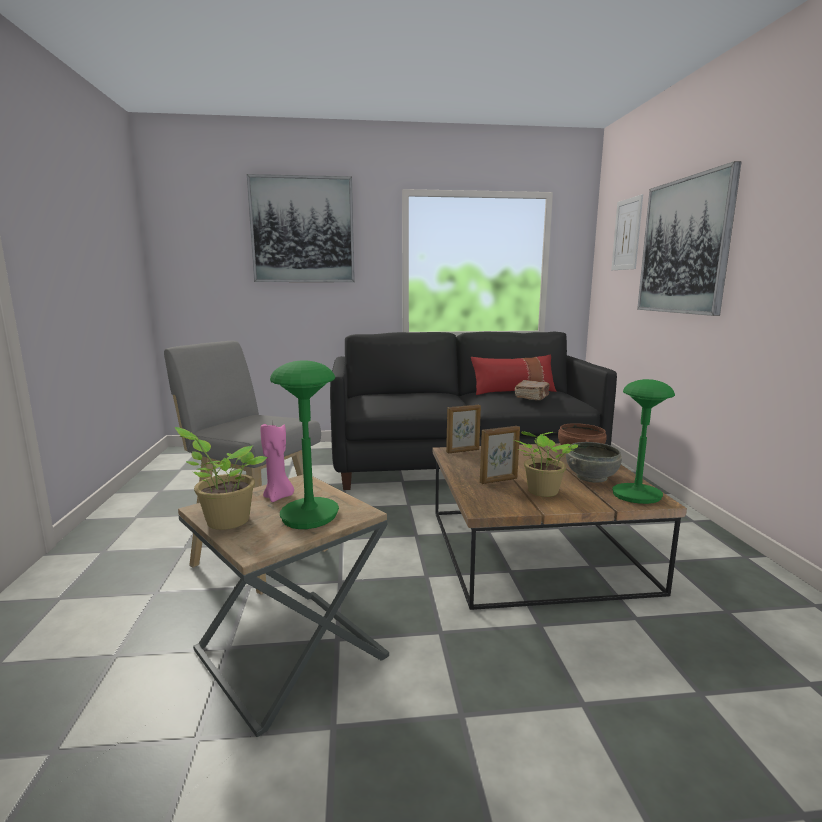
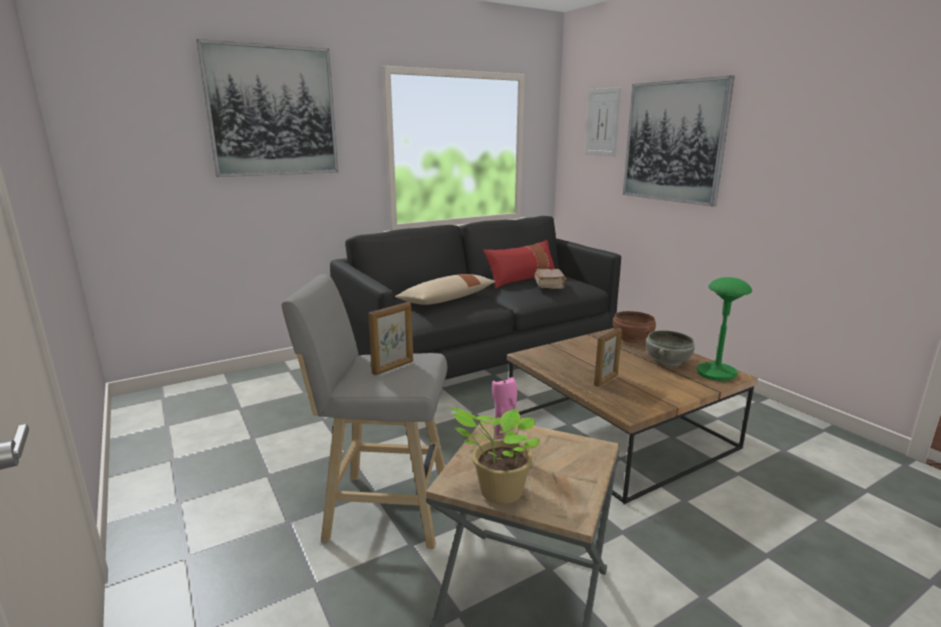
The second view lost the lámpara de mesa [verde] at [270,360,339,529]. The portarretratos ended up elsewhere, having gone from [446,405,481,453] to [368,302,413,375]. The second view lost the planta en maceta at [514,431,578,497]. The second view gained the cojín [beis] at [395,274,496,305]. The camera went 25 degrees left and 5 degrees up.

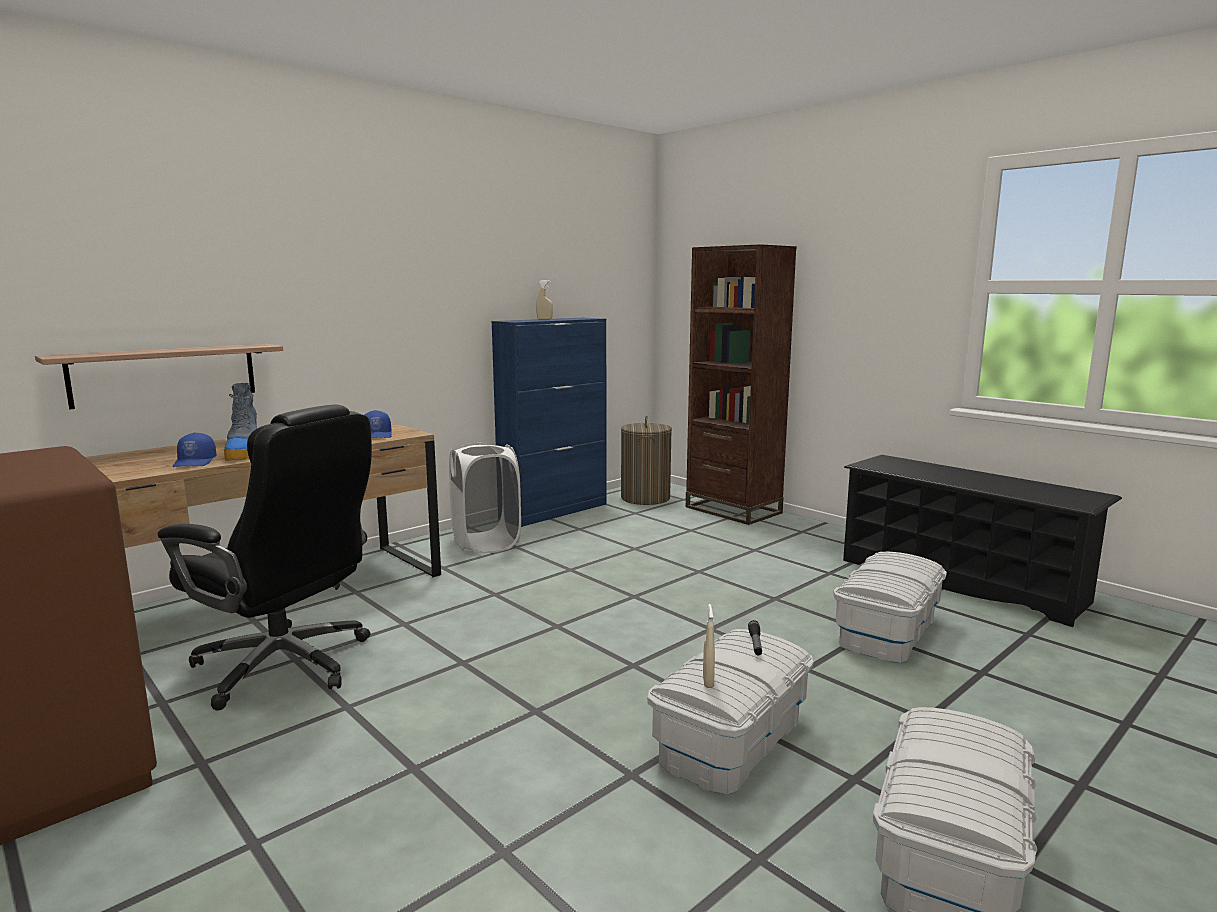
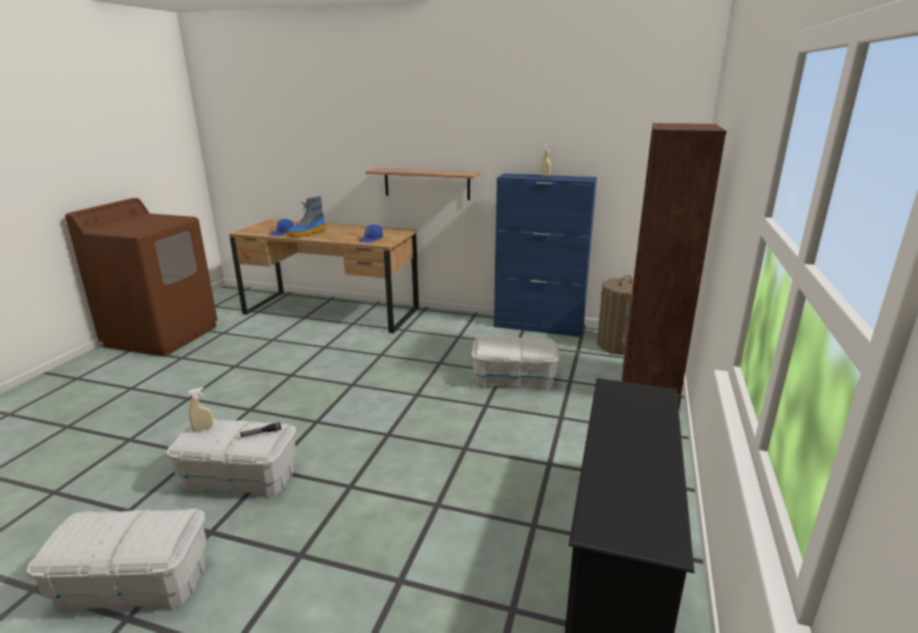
The estante ended up elsewhere, having gone from [35,344,283,410] to [366,168,480,200]. The second view lost the silla de oficina [negro] at [157,404,372,711]. The second view lost the cesto de la ropa [blanco] at [449,442,521,553]. The caja de almacenaje [blanco] ended up elsewhere, having gone from [834,552,947,663] to [471,336,559,390]. The camera went 60 degrees right and 10 degrees up.

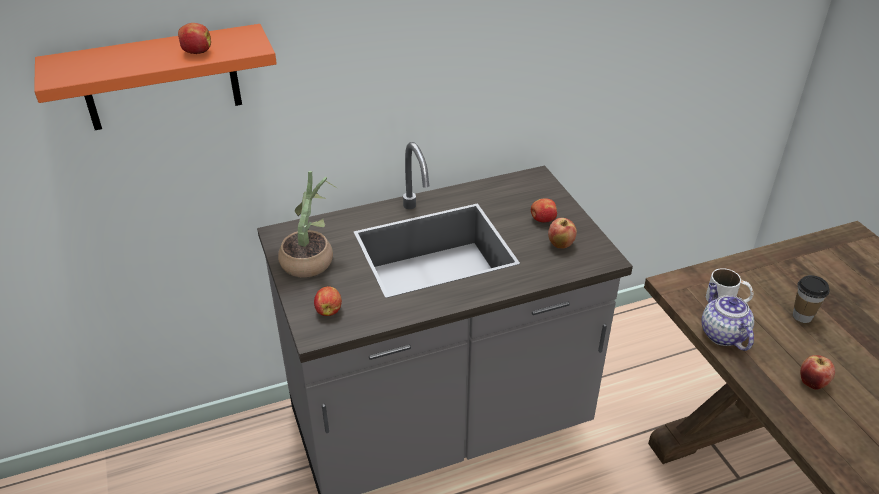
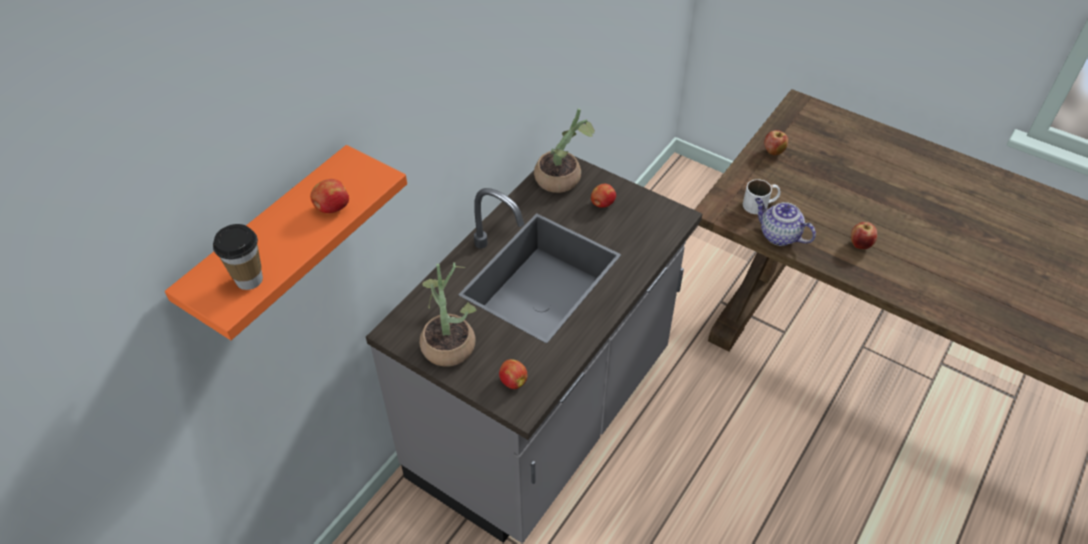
The manzana ended up elsewhere, having gone from [548,218,577,249] to [764,130,788,155]. The taza ended up elsewhere, having gone from [793,275,830,323] to [213,224,263,290]. The second view gained the planta en maceta at [534,108,595,193]. The camera went 35 degrees left and 10 degrees up.

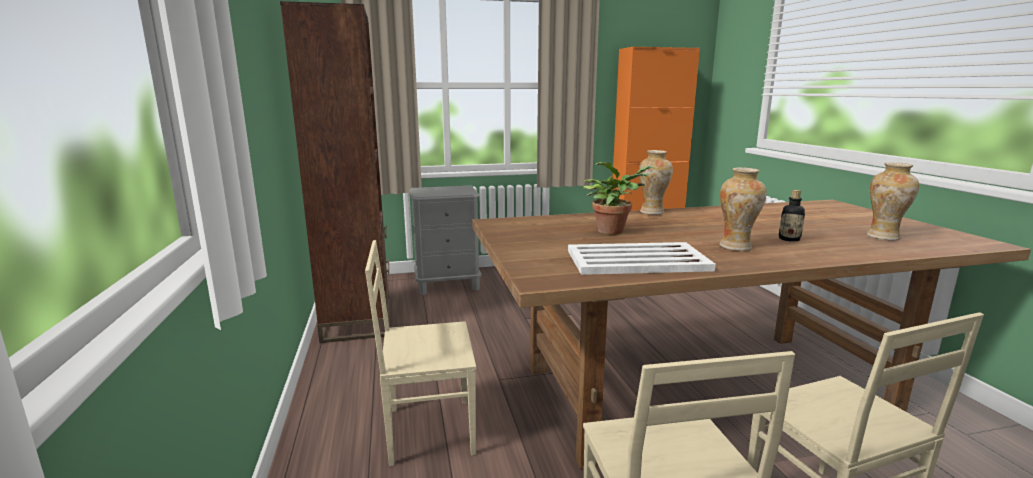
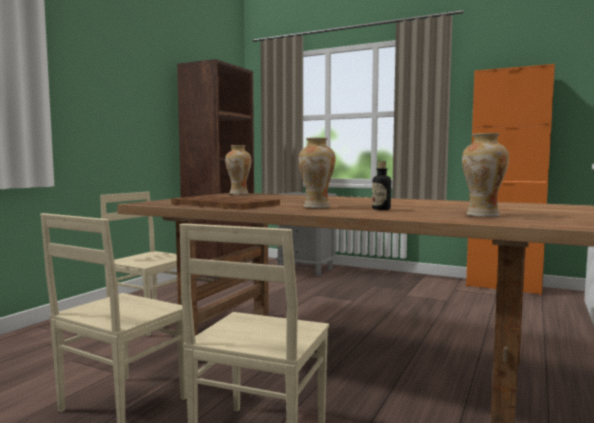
The florero ended up elsewhere, having gone from [639,150,673,215] to [225,145,252,195]. The second view lost the planta en maceta at [583,162,654,235]. What was the bandeja [blanco] at [568,242,716,275] turned into the bandeja [marrón] at [171,195,280,210]. The camera went 40 degrees right and 10 degrees down.

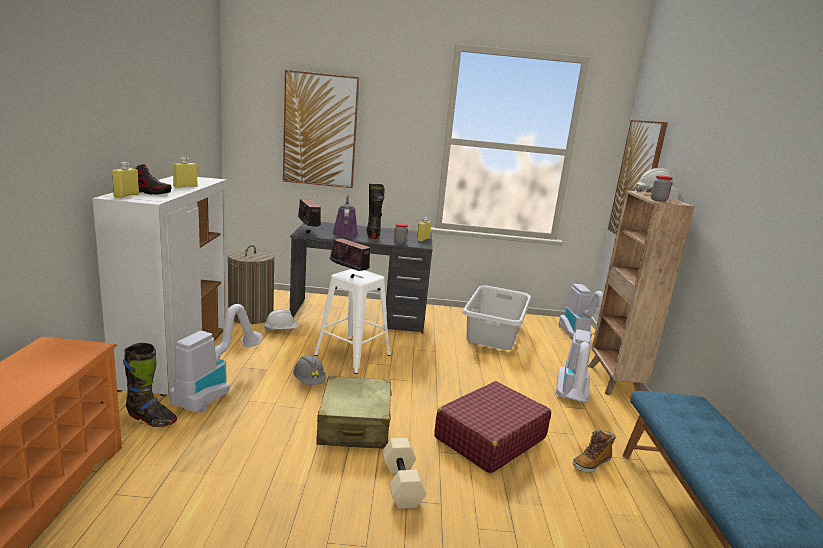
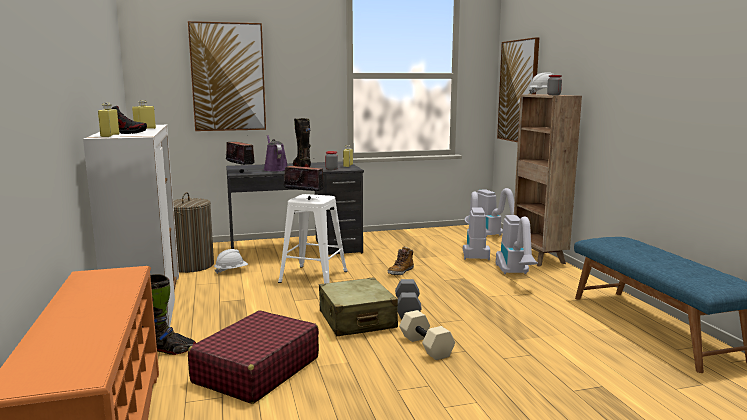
The second view lost the cesto de la ropa [gris] at [463,285,531,350]. The aspiradora ended up elsewhere, having gone from [170,304,262,413] to [463,191,490,260]. The second view lost the casco [gris] at [293,355,326,385]. The maleta [rojo] ended up elsewhere, having gone from [434,381,551,474] to [188,310,319,404]. The bota ended up elsewhere, having gone from [573,429,615,473] to [388,247,414,275]. The second view gained the mancuerna [gris] at [395,279,422,319]. The camera went 15 degrees left and 5 degrees down.

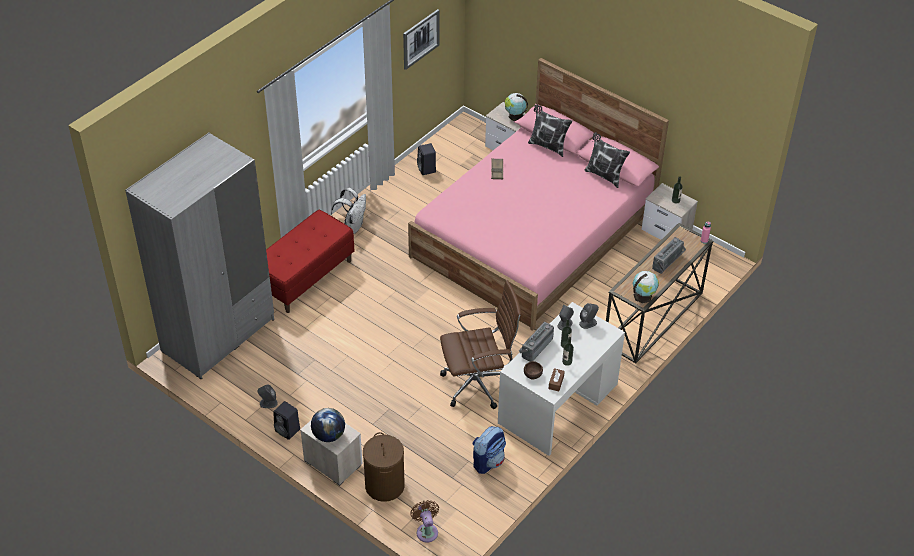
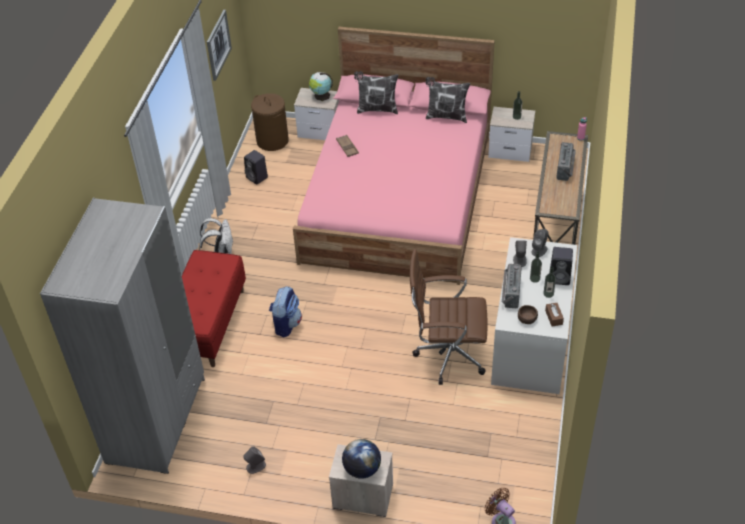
The second view lost the globo terráqueo at [633,271,659,303]. The silla de oficina [marrón] at [440,280,522,409] ended up facing another way, 135 degrees counterclockwise from before. The altavoz [negro] ended up elsewhere, having gone from [273,401,300,440] to [550,247,573,285]. The mochila ended up elsewhere, having gone from [472,426,506,474] to [269,286,302,337]. The cesto de la ropa [marrón] ended up elsewhere, having gone from [363,432,405,502] to [251,93,289,151]. The camera went 25 degrees left and 0 degrees up.

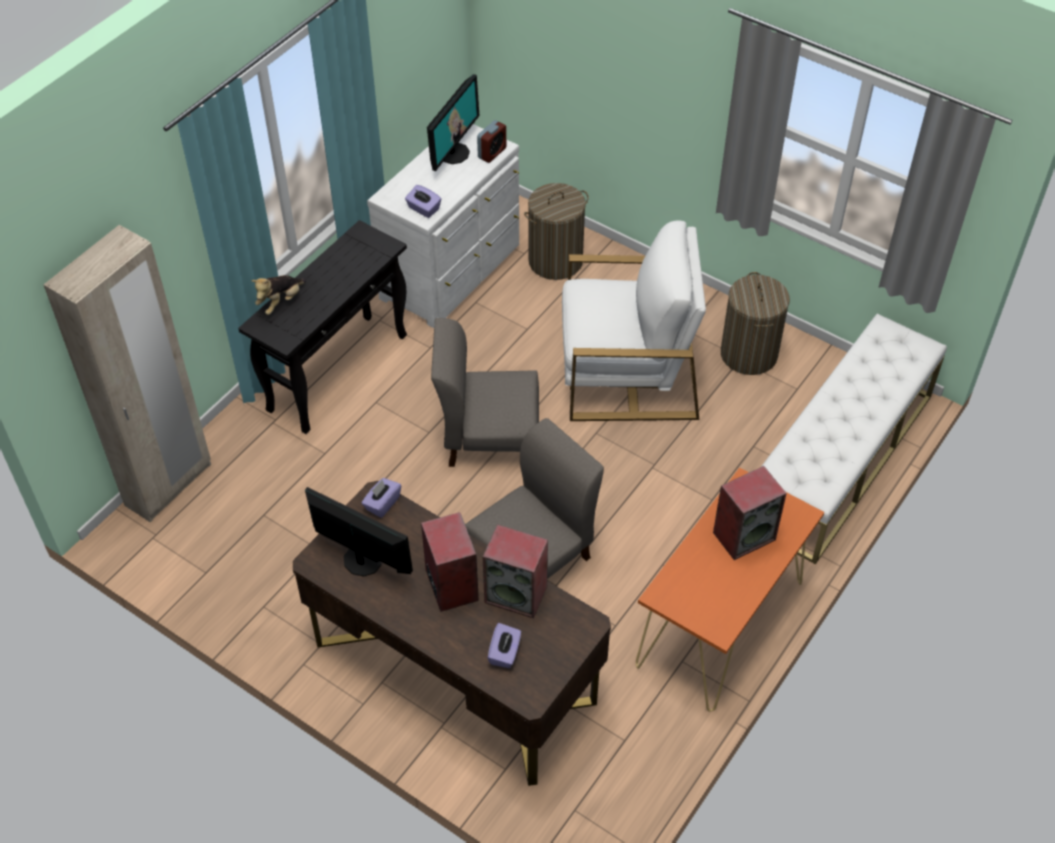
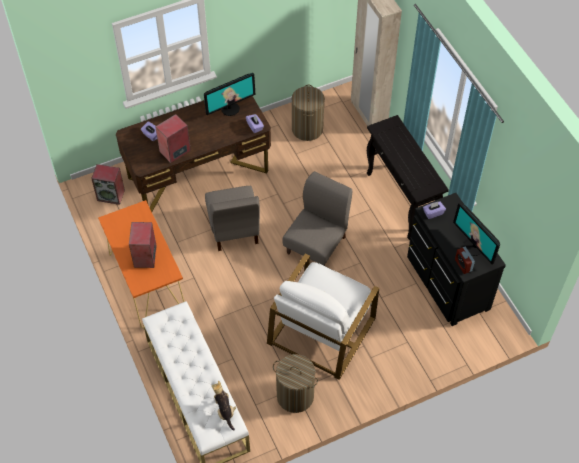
What was the cómoda [blanco] at [367,124,519,328] turned into the cómoda [negro] at [407,193,506,326]. The cesto de la ropa ended up elsewhere, having gone from [524,183,589,280] to [291,84,325,141]. The peluche ended up elsewhere, having gone from [252,275,306,315] to [212,381,236,431]. The altavoz ended up elsewhere, having gone from [421,512,479,612] to [91,164,125,205]. The camera went 120 degrees right and 5 degrees up.

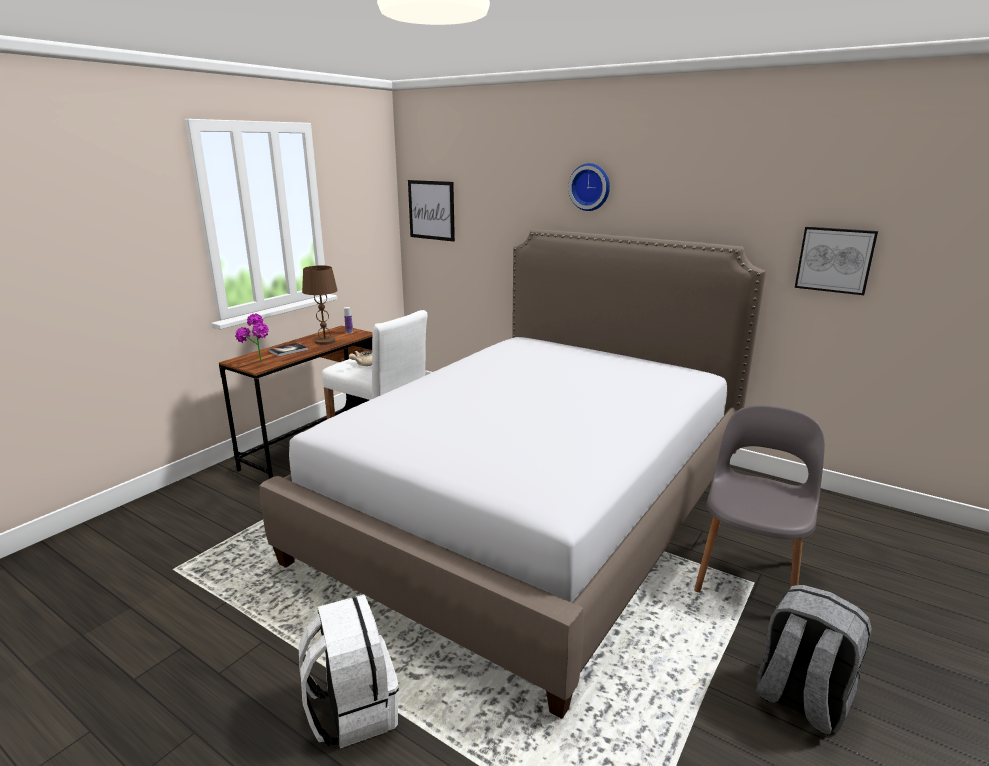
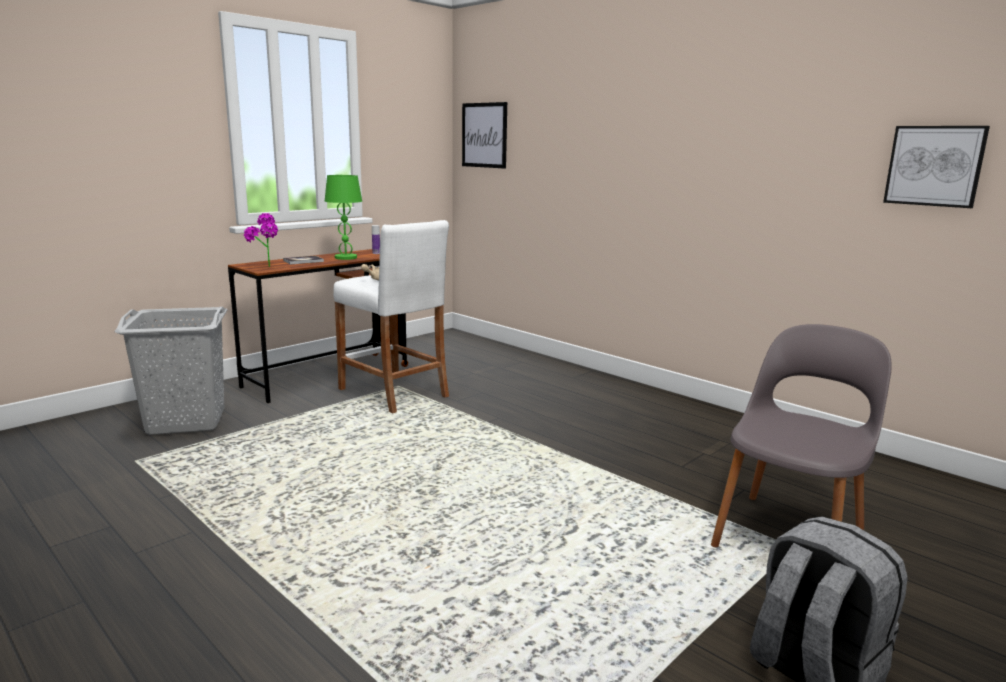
The second view lost the reloj de pared at [568,163,610,211]. The second view lost the cama at [260,229,766,719]. What was the lámpara de mesa [marrón] at [302,266,338,345] turned into the lámpara de mesa [verde] at [325,175,362,260]. The second view lost the mochila [blanco] at [298,595,399,748]. The second view gained the cesto de la ropa [gris] at [114,307,227,435]. The camera went 10 degrees right and 5 degrees down.

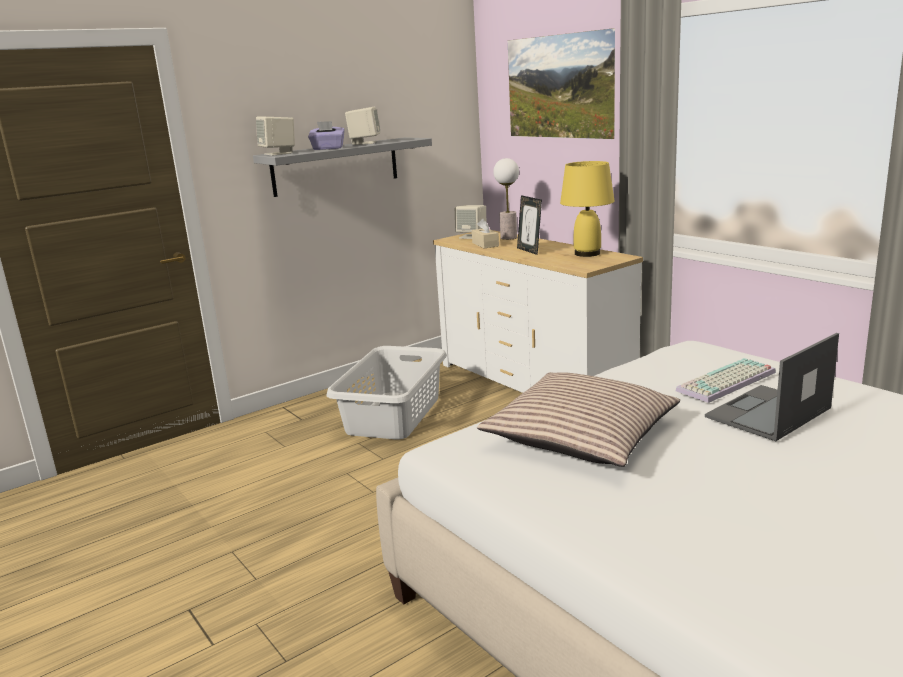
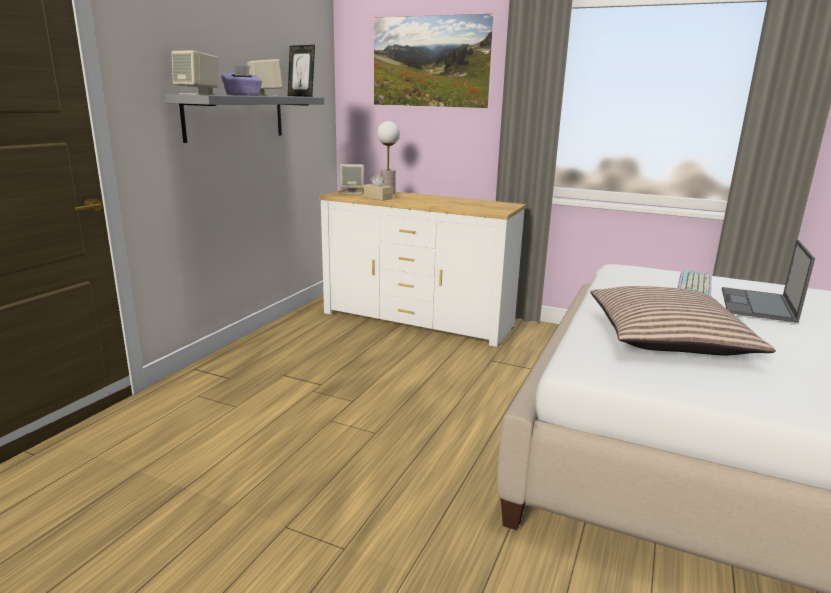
The second view lost the lámpara de mesa [amarillo] at [560,161,614,257]. The portarretratos ended up elsewhere, having gone from [517,195,542,255] to [288,45,315,97]. The second view lost the cesto de la ropa [gris] at [326,346,447,439]. The camera went 30 degrees left and 0 degrees up.

